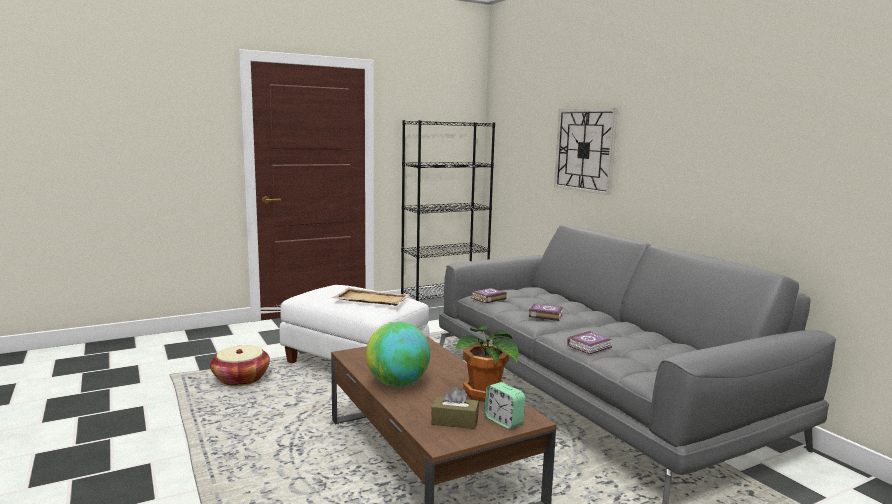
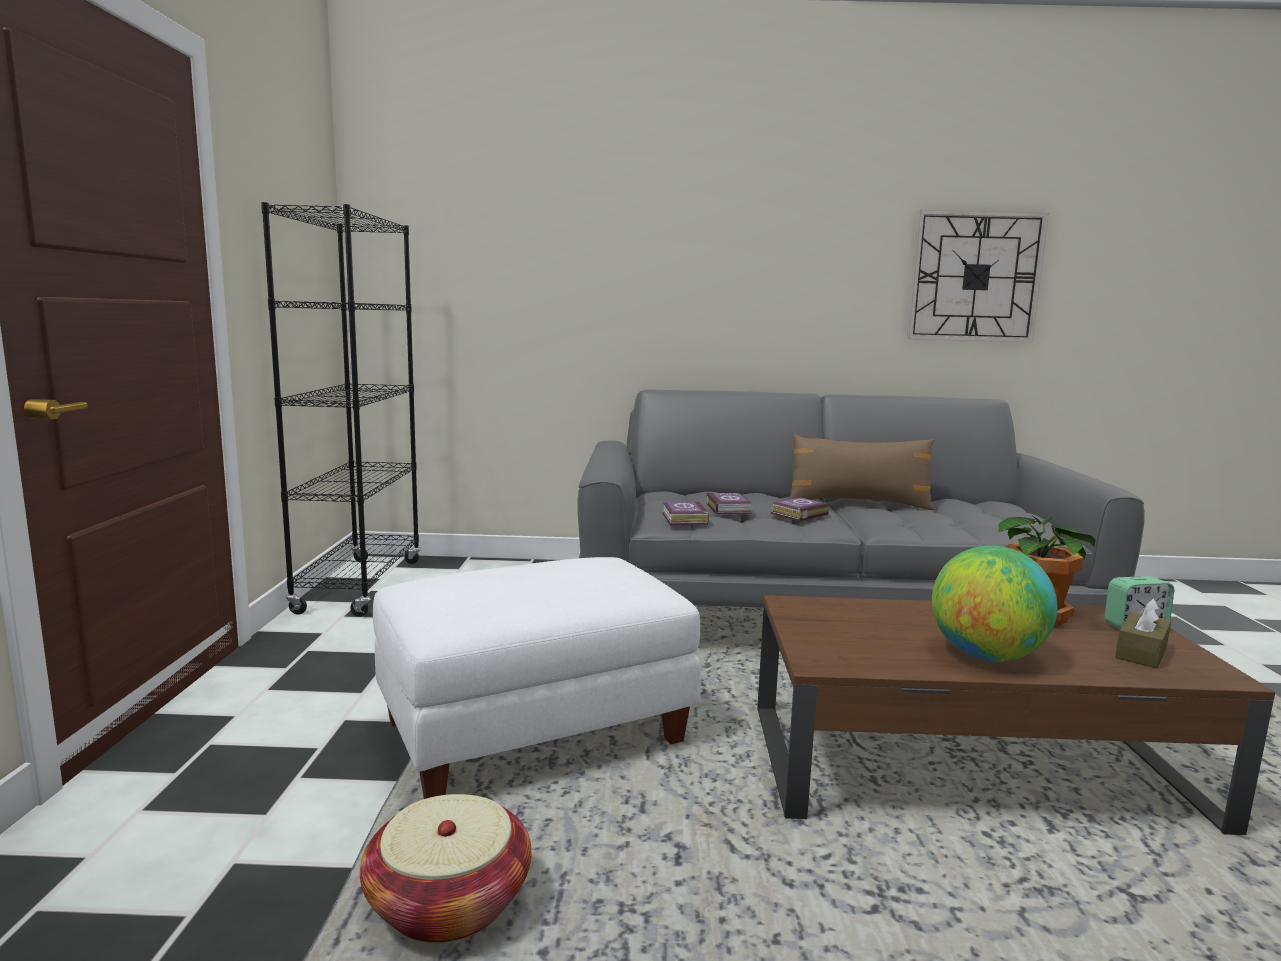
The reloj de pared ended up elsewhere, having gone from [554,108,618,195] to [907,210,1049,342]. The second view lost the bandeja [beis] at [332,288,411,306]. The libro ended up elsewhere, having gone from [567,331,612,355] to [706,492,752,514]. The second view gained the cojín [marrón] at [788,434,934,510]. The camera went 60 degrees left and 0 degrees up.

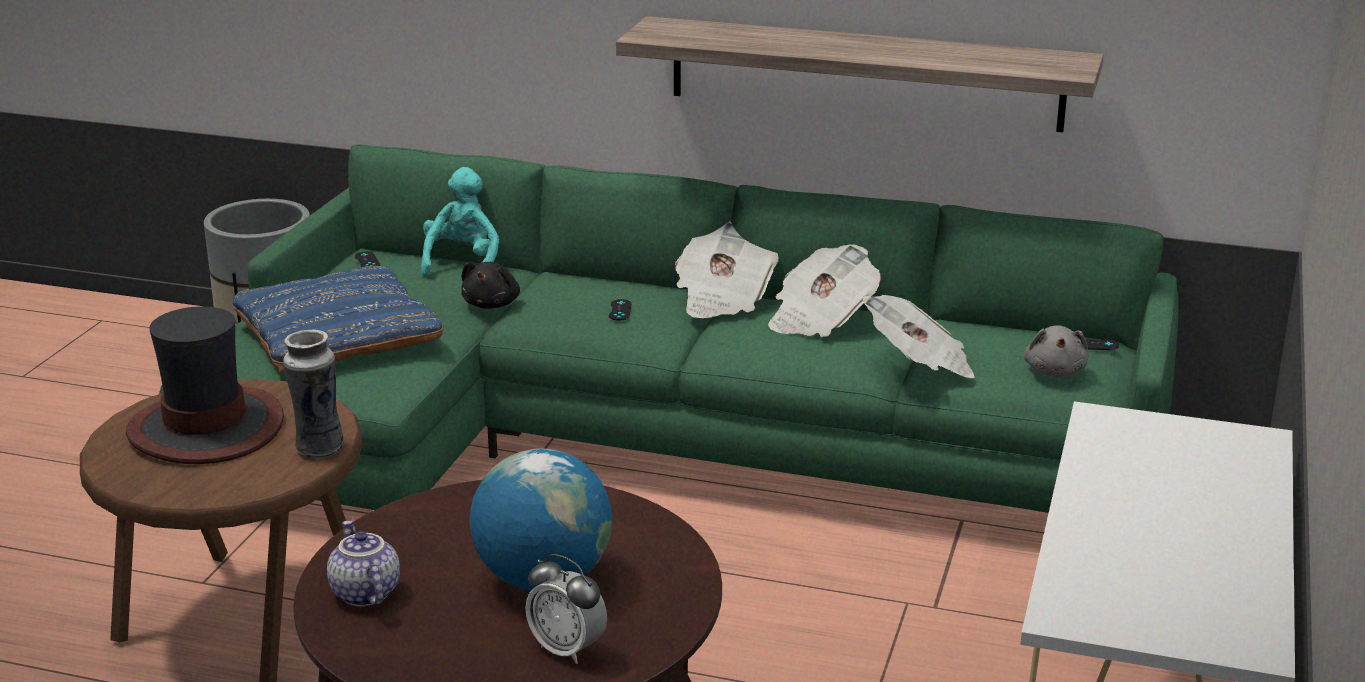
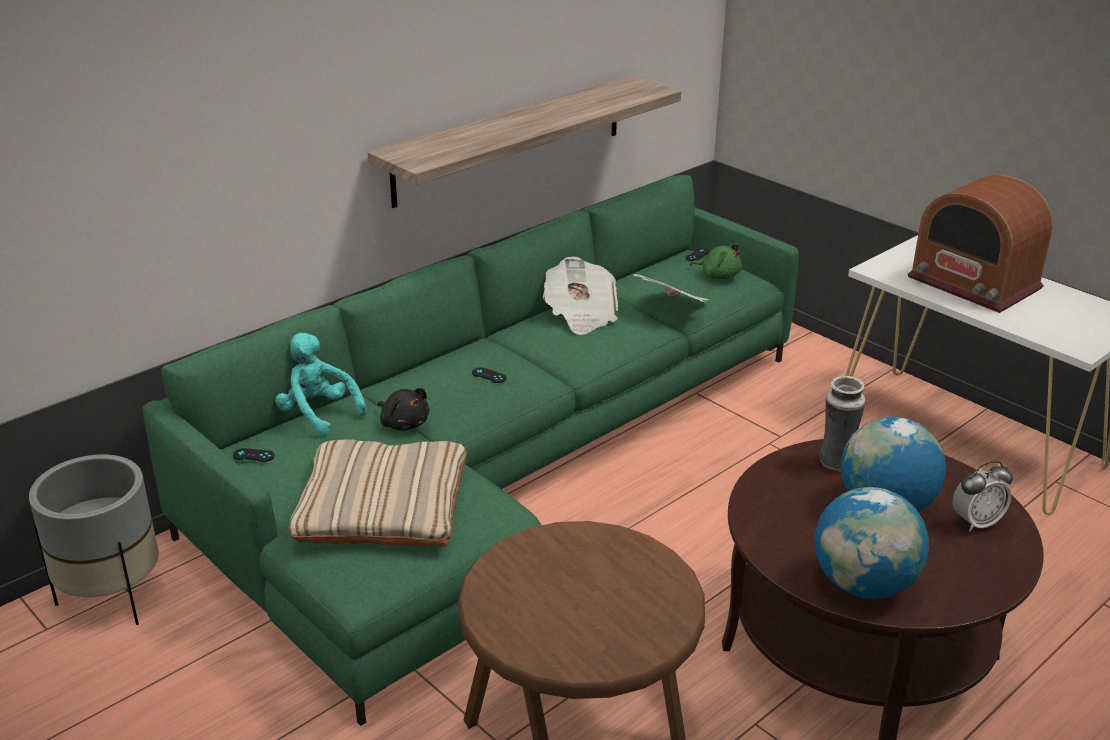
The second view lost the periódico at [675,221,779,318]. What was the cojín [azul] at [231,266,444,373] turned into the cojín [beis] at [288,439,467,547]. The second view lost the sombrero at [126,306,284,464]. What was the peluche [gris] at [1024,325,1089,377] turned into the peluche [verde] at [690,243,742,279]. The florero ended up elsewhere, having gone from [283,329,343,459] to [819,375,866,471]. Where the tetera stood at [327,520,400,607], the globo terráqueo came to stand at [814,487,929,599]. The second view gained the radio at [908,174,1053,313]. The camera went 60 degrees left and 5 degrees up.

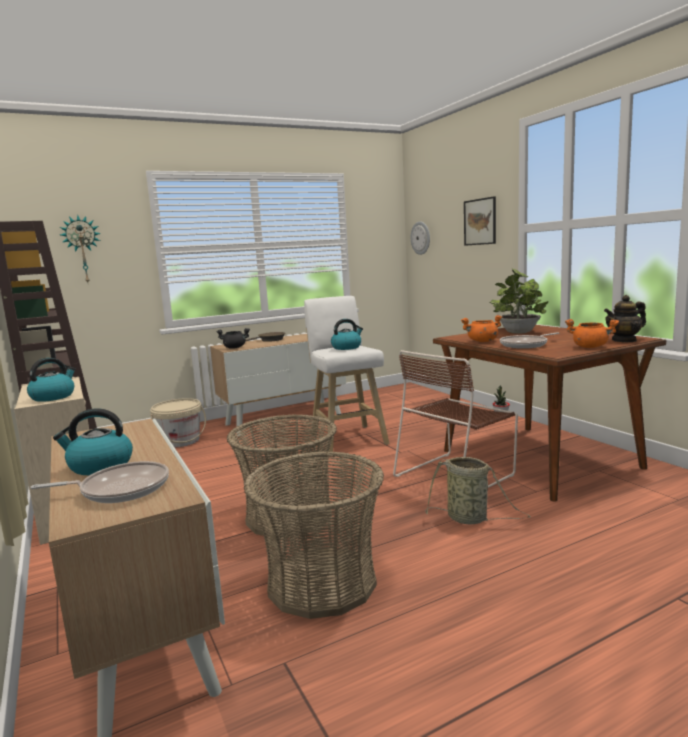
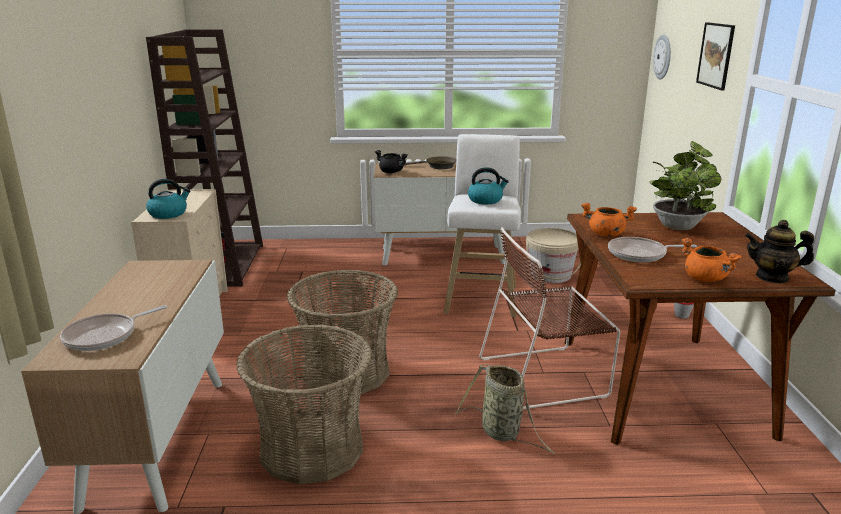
The second view lost the reloj de pared at [60,215,101,282]. The cubo [beis] ended up elsewhere, having gone from [150,398,206,448] to [526,228,581,283]. The second view lost the hervidor at [53,408,133,475]. The sartén at [30,461,169,503] ended up facing another way, 120 degrees clockwise from before. The camera went 25 degrees right and 10 degrees up.

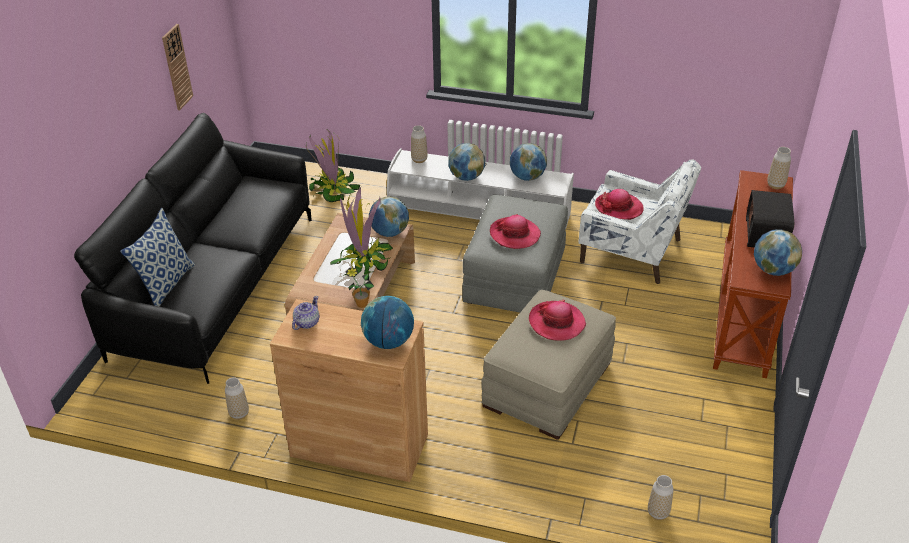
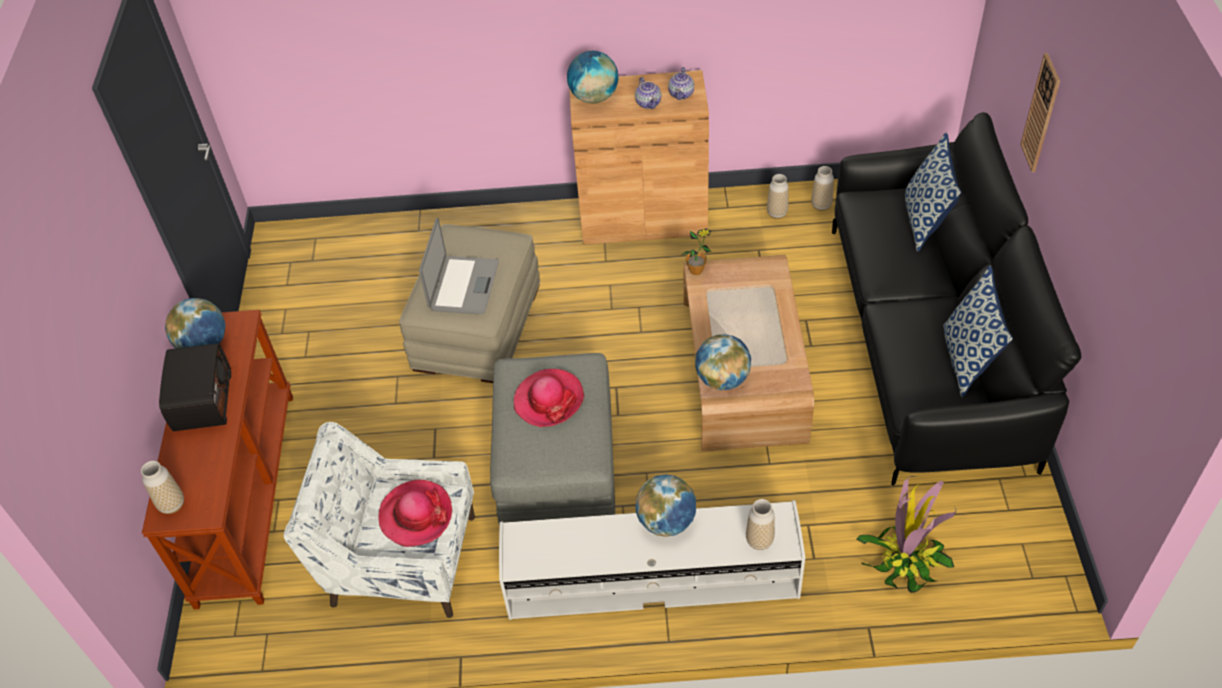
The reloj de pared ended up elsewhere, having gone from [162,24,193,110] to [1020,53,1060,172]. The second view lost the globo terráqueo at [510,143,547,181]. The second view lost the planta en maceta at [330,187,393,276]. Where the sombrero stood at [529,300,586,340], the portátil came to stand at [419,218,499,314]. The florero ended up elsewhere, having gone from [648,475,673,520] to [811,166,834,211]. The second view gained the tetera at [635,77,661,109]. The second view gained the cojín at [943,266,1013,397]. The camera went 165 degrees right and 10 degrees up.

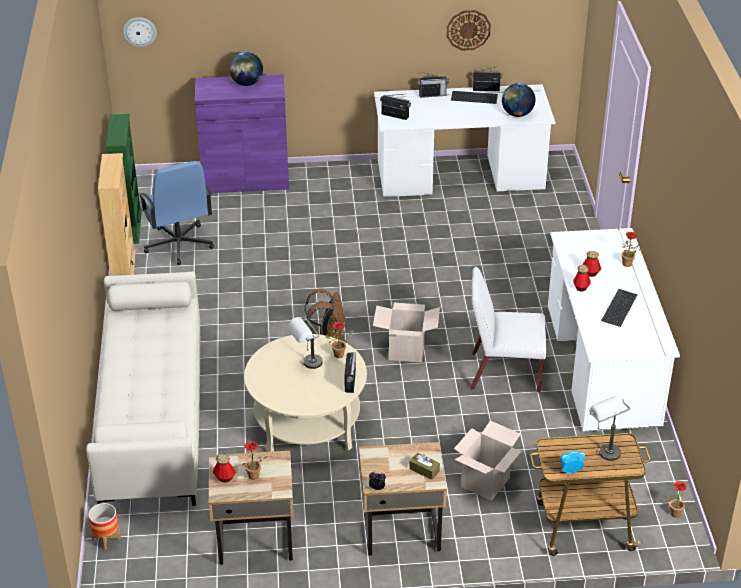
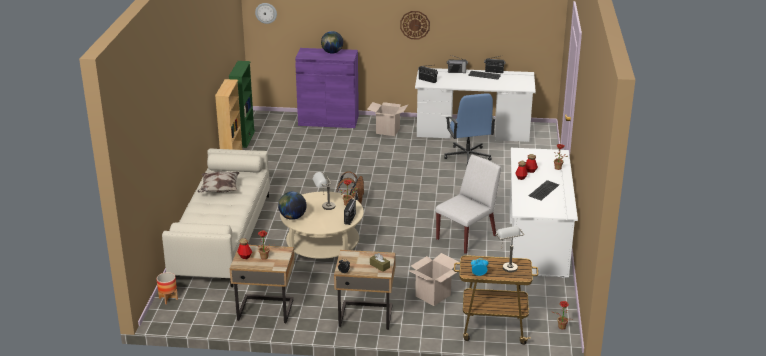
The reloj de pared ended up elsewhere, having gone from [447,10,491,51] to [400,11,430,40]. The globo terráqueo ended up elsewhere, having gone from [502,83,535,117] to [278,192,306,220]. The silla de oficina [azul] ended up elsewhere, having gone from [139,161,214,265] to [444,93,495,164]. The silla [blanco] at [471,267,546,392] ended up facing another way, 120 degrees clockwise from before. The caja de cartón ended up elsewhere, having gone from [373,303,440,363] to [367,102,408,136]. The second view gained the cojín at [197,171,240,193]. The camera went 10 degrees right and 10 degrees down.

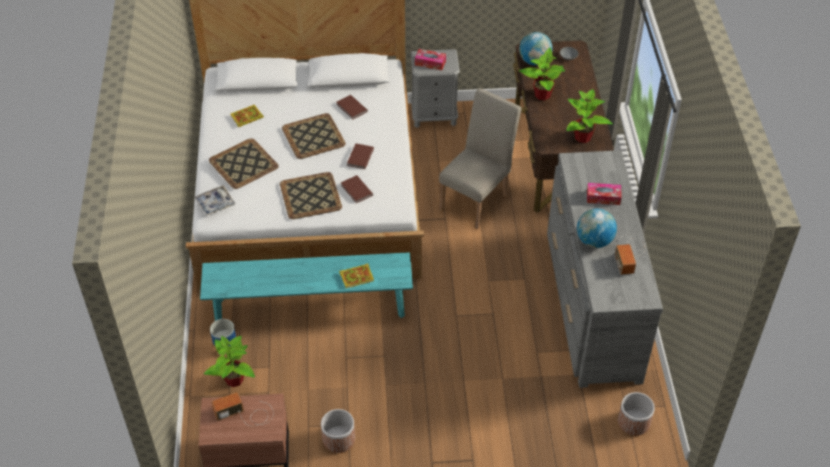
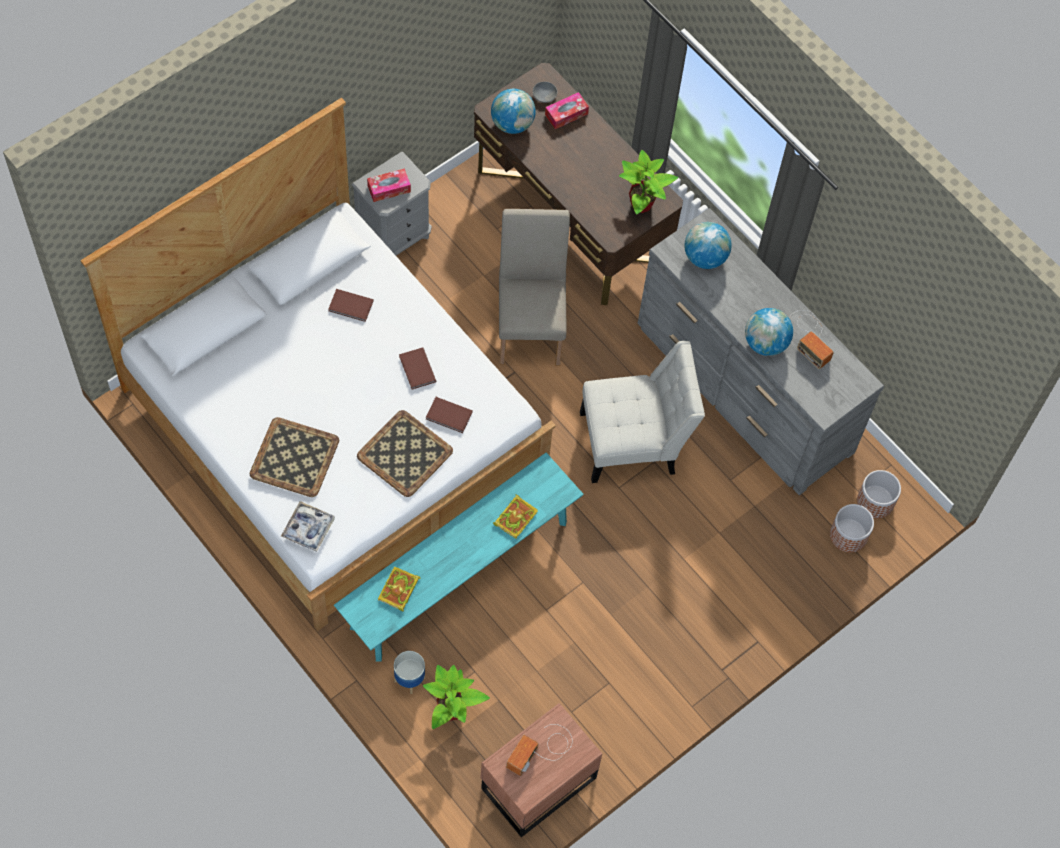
The second view lost the planta en maceta at [519,47,565,101]. The libro ended up elsewhere, having gone from [231,105,264,127] to [378,567,420,611]. The second view lost the bandeja at [282,113,346,159]. The caja de pañuelos ended up elsewhere, having gone from [587,183,622,205] to [545,92,589,129]. The maceta ended up elsewhere, having gone from [321,409,355,453] to [830,504,874,553]. The second view gained the globo terráqueo at [684,222,732,269]. The second view gained the silla [blanco] at [580,341,705,483]. The camera went 40 degrees left and 15 degrees up.

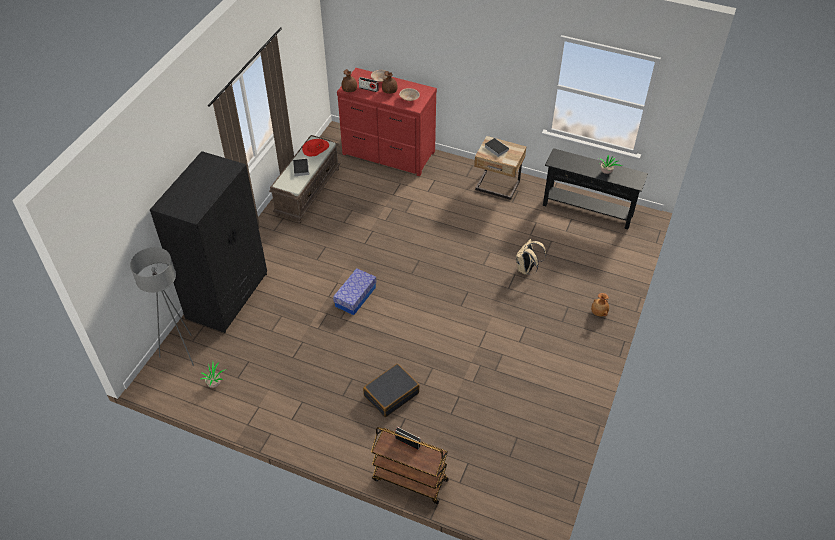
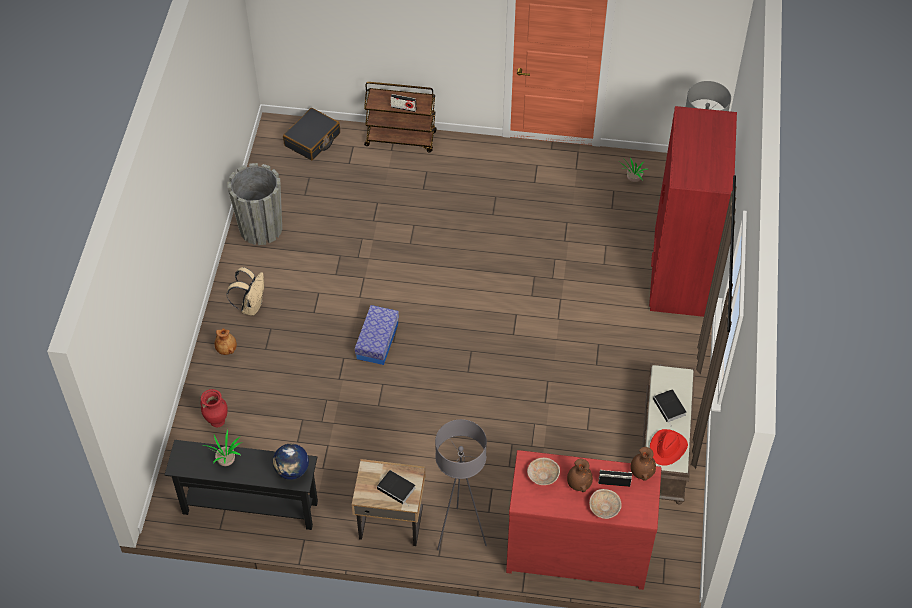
What was the armario ropero [negro] at [150,151,267,333] turned into the armario ropero [rojo] at [649,106,737,317]. The mochila [beis] ended up elsewhere, having gone from [516,239,546,275] to [227,267,264,316]. The caja de almacenaje ended up elsewhere, having gone from [333,268,376,315] to [355,305,399,365]. The maleta [negro] ended up elsewhere, having gone from [363,364,419,417] to [283,108,340,161]. The second view gained the maceta [gris] at [227,163,282,245]. The second view gained the florero [rojo] at [201,389,228,427]. The second view gained the lámpara de pie [gris] at [435,419,487,550]. The second view gained the globo terráqueo at [273,444,309,480]. The camera went 165 degrees right and 5 degrees up.

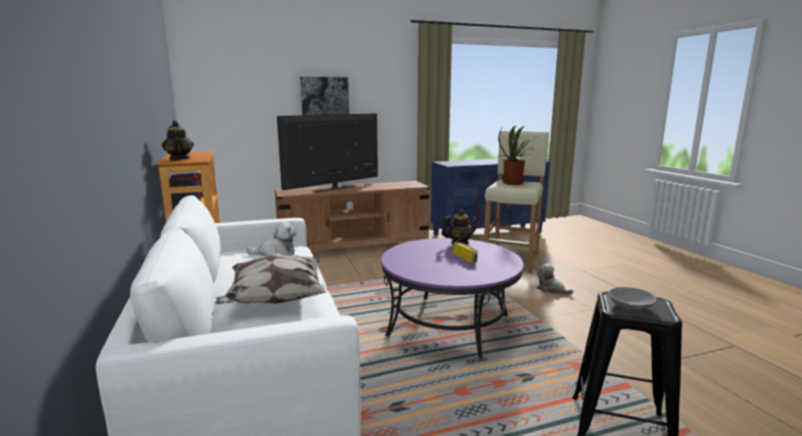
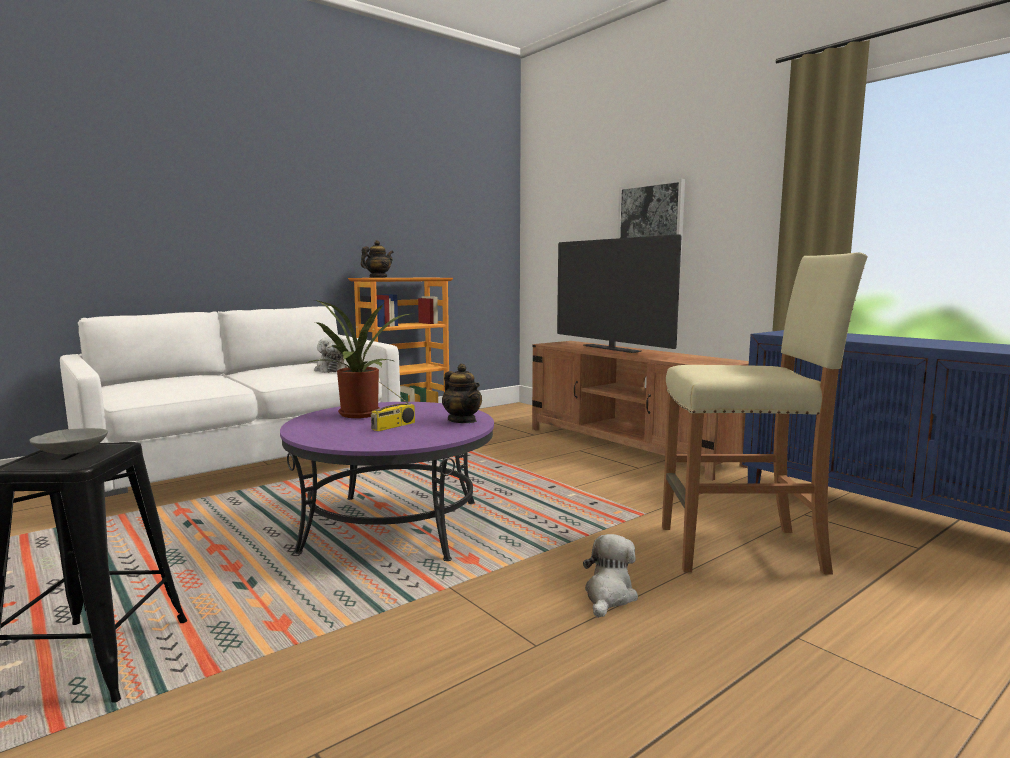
The televisor at [277,113,378,192] ended up facing another way, 150 degrees counterclockwise from before. The planta en maceta ended up elsewhere, having gone from [498,125,538,185] to [307,299,414,418]. The second view lost the cojín at [215,253,327,304]. The camera went 70 degrees right and 5 degrees down.

